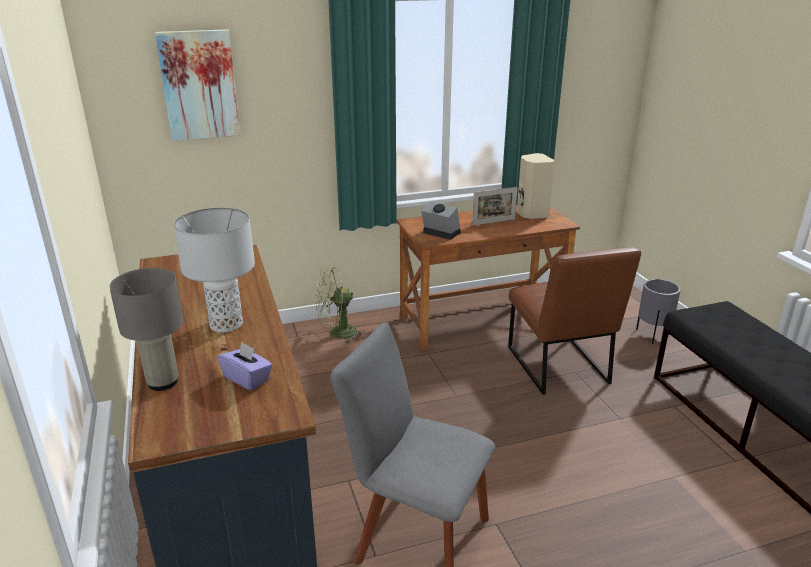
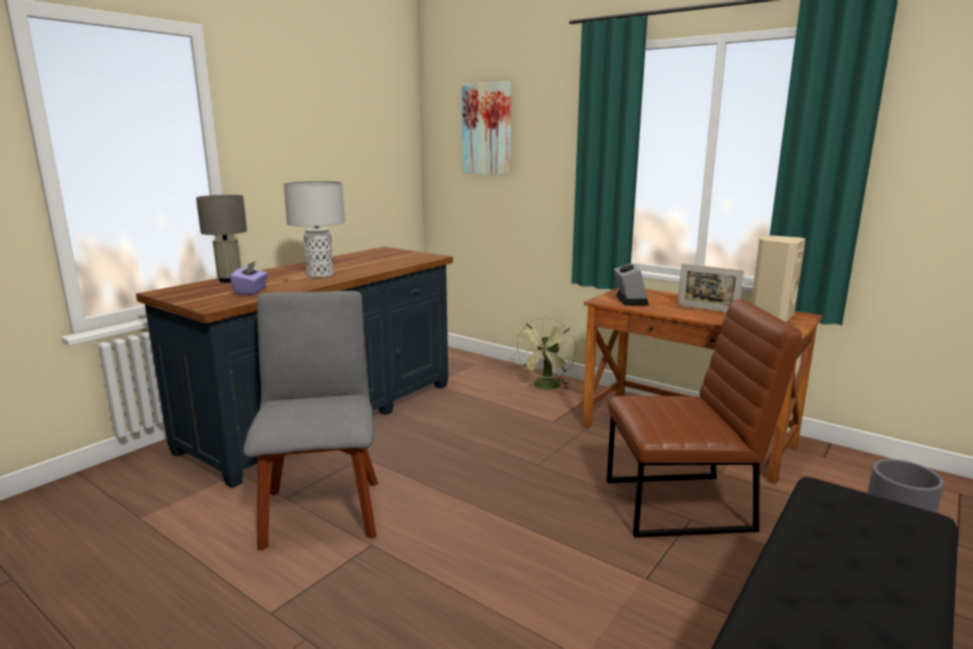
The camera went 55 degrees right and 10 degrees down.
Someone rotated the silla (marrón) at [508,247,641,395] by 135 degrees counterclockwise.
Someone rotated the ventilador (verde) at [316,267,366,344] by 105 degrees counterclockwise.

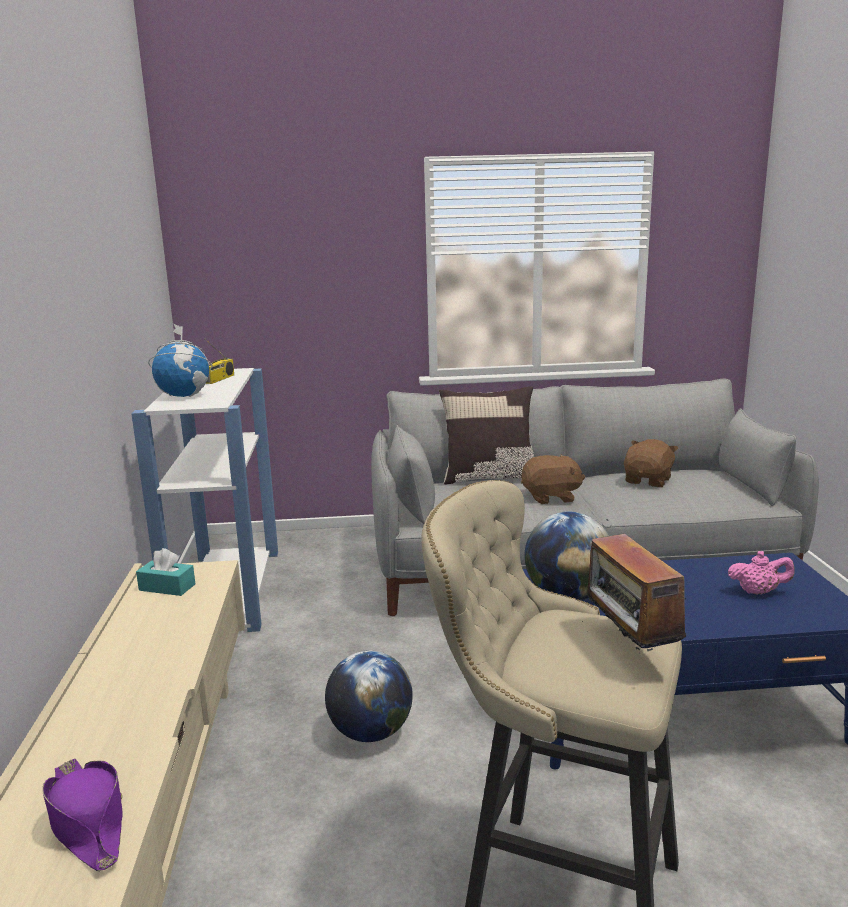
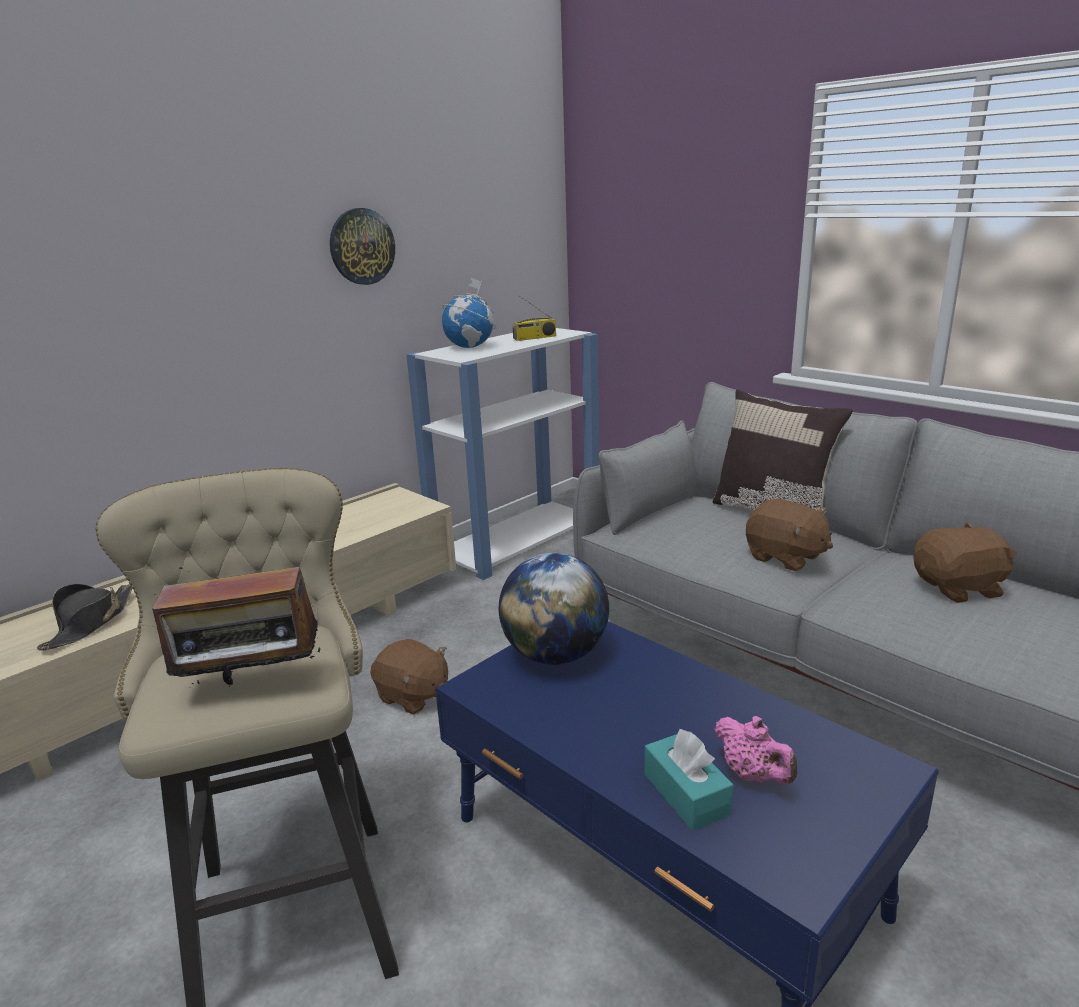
The camera went 50 degrees right and 5 degrees up.
Someone rotated the radio at [582,519,686,651] by 135 degrees counterclockwise.
Someone carried the caja de pañuelos (turquesa) from [136,548,195,596] to [644,729,734,831].
Someone swapped the globo terráqueo at [325,650,413,742] for the peluche (marrón) at [370,639,448,715].
Someone repainted the sombrero (morado) at [42,758,122,872], which became the sombrero (negro) at [37,584,132,651].
Someone put up the reloj de pared at [330,208,395,285].

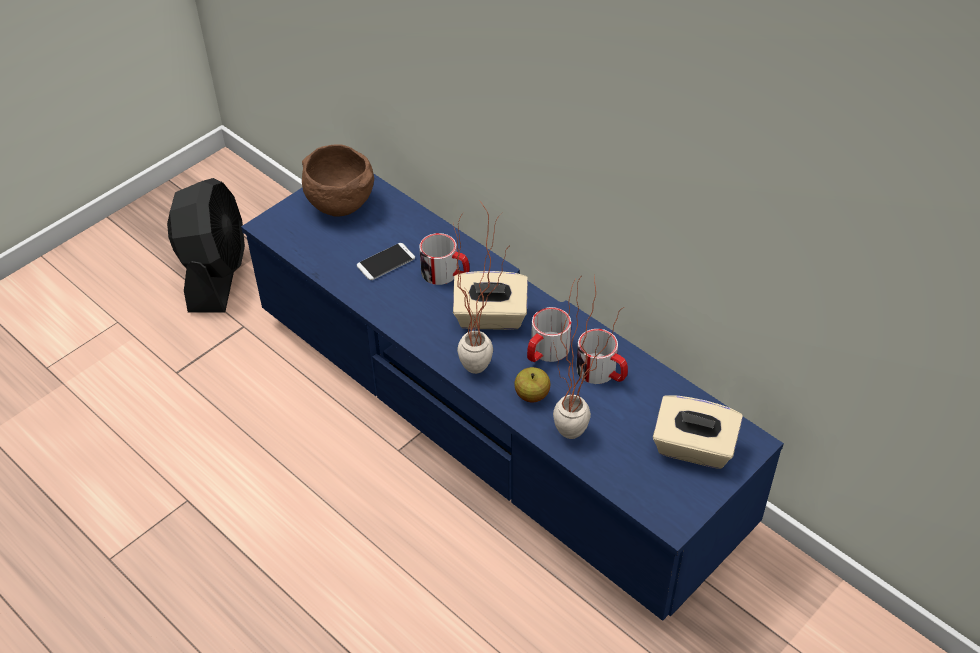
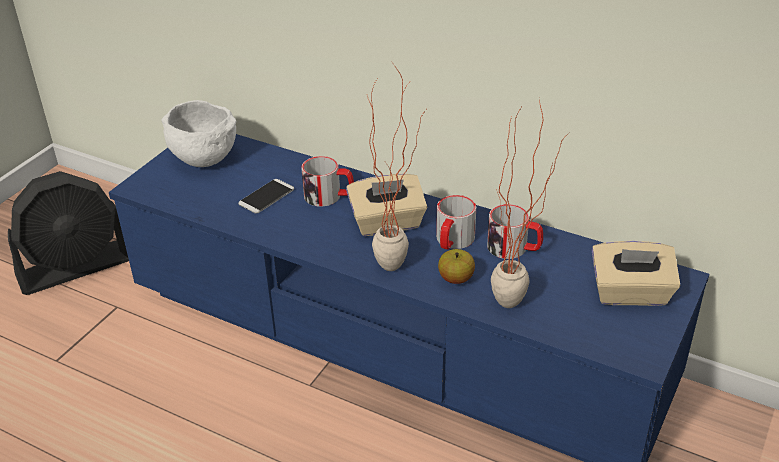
The camera went 15 degrees left and 10 degrees down.
Someone repainted the cuenco (marrón) at [302,144,374,217], which became the cuenco (blanco) at [161,100,236,167].
Someone rotated the ventilador (negro) at [167,178,245,313] by 75 degrees clockwise.

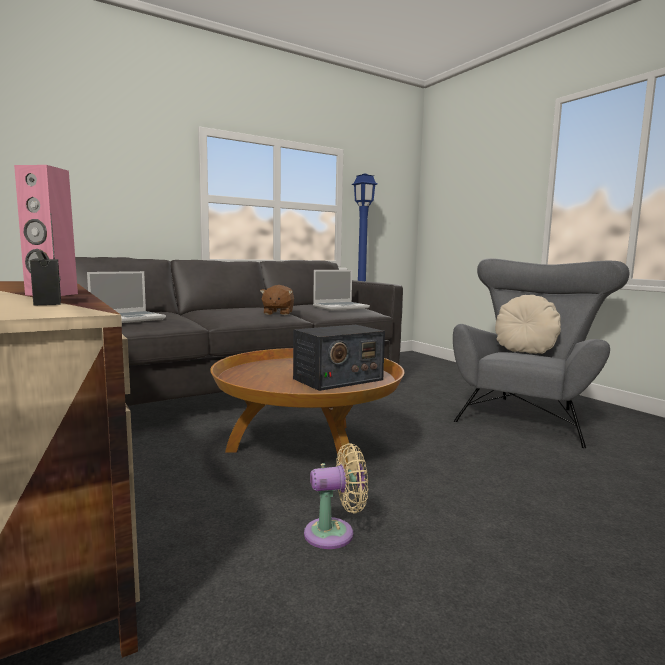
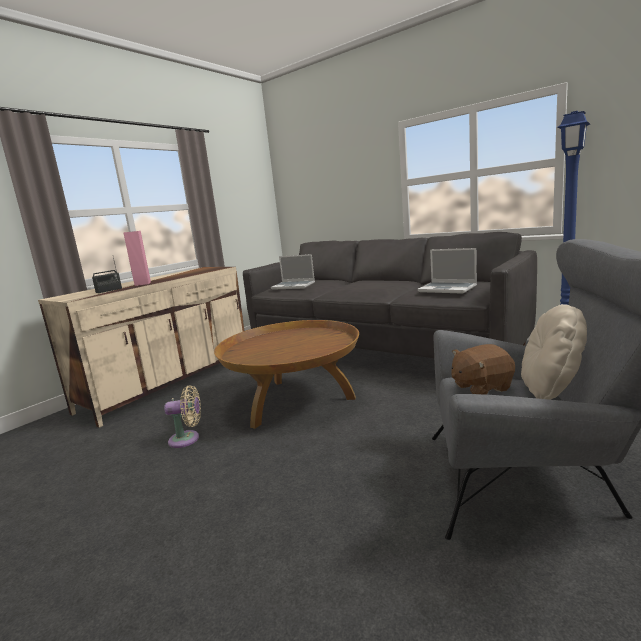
The camera went 70 degrees right and 5 degrees up.
Someone carried the peluche (marrón) from [260,285,294,315] to [451,344,515,395].
Someone took away the radio at [293,325,385,391].
Someone rotated the ventilador (beis) at [304,443,368,549] by 60 degrees counterclockwise.

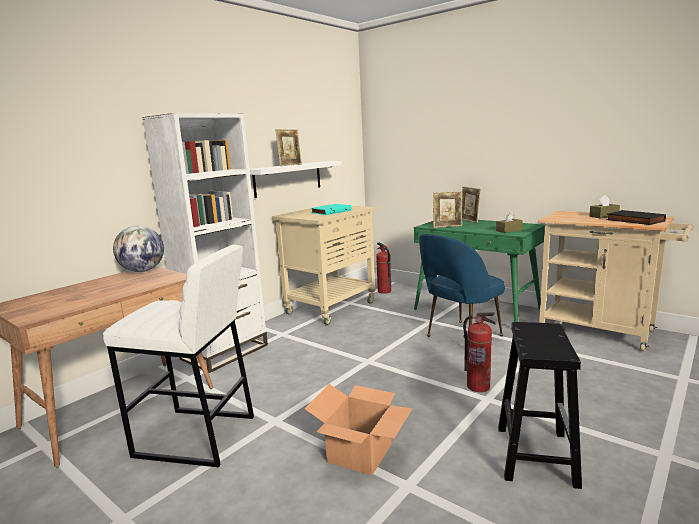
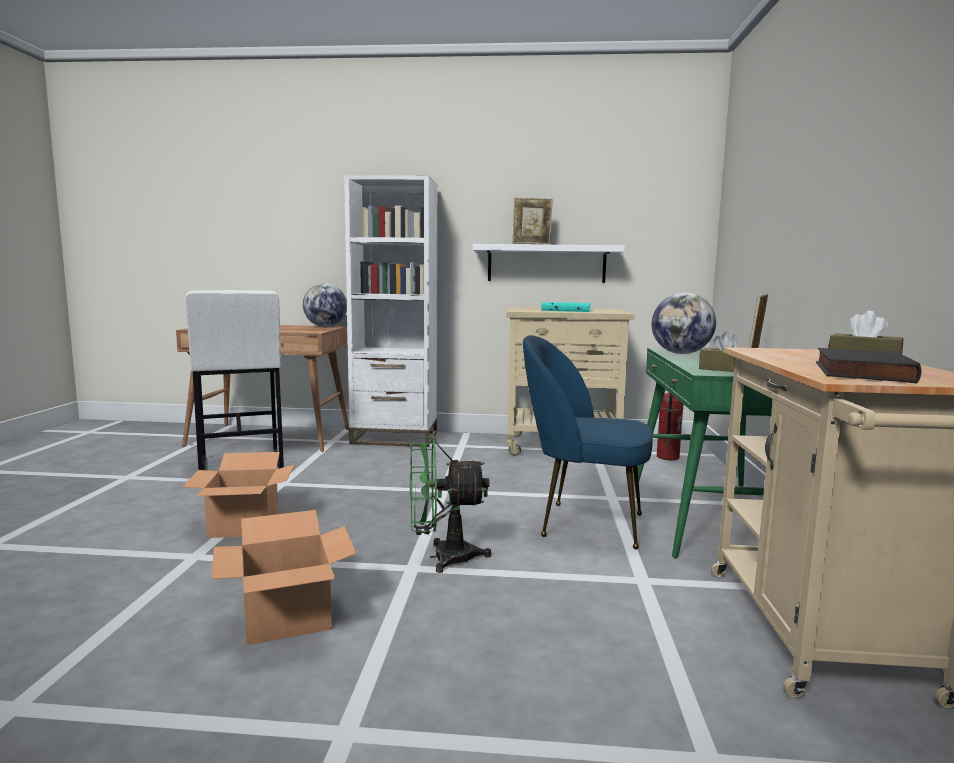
The camera went 55 degrees right and 5 degrees down.
Someone swapped the portarretratos at [433,191,462,228] for the globo terráqueo at [652,292,716,354].
Someone swapped the extintor at [463,312,496,392] for the ventilador (verde) at [410,437,491,573].
Someone swapped the taburete (negro) at [498,322,582,489] for the caja de cartón at [211,510,356,645].

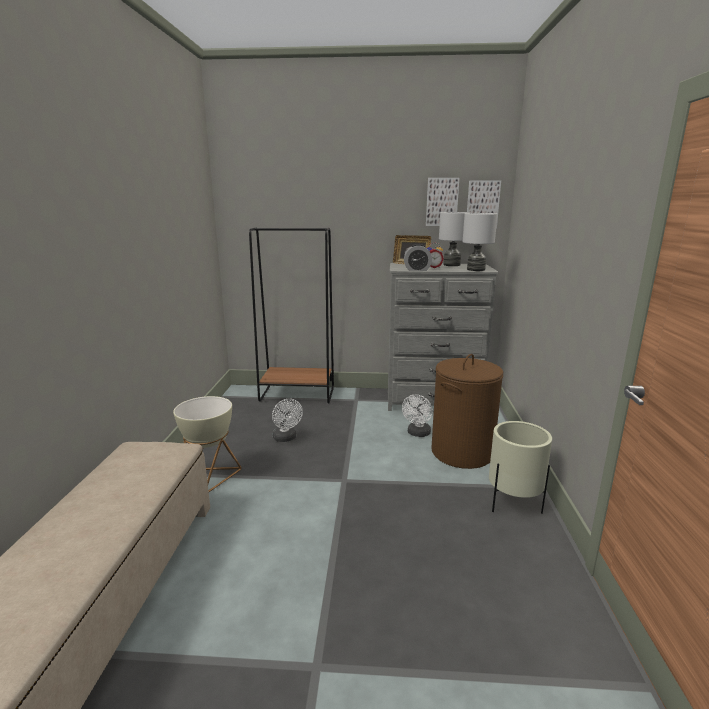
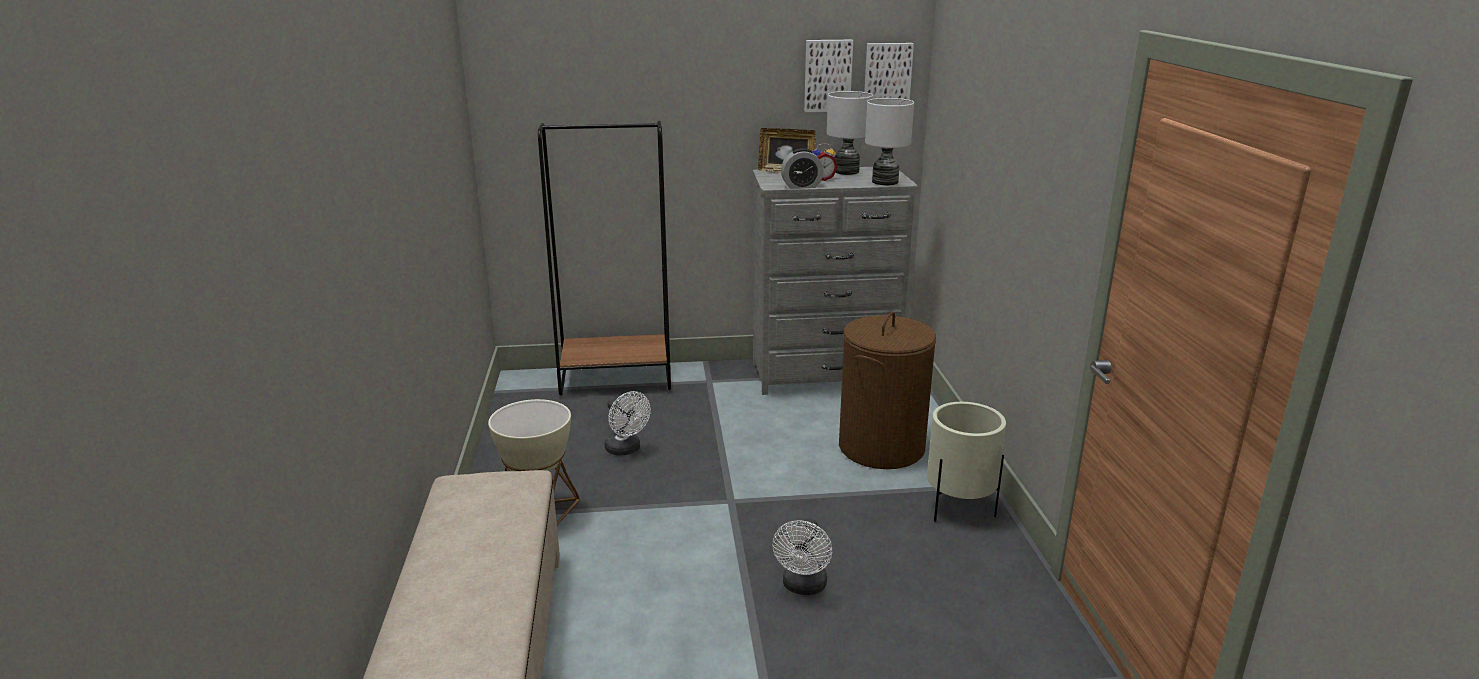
The camera went 10 degrees left and 5 degrees up.
Someone carried the ventilador (blanco) from [402,395,433,437] to [772,518,832,595].

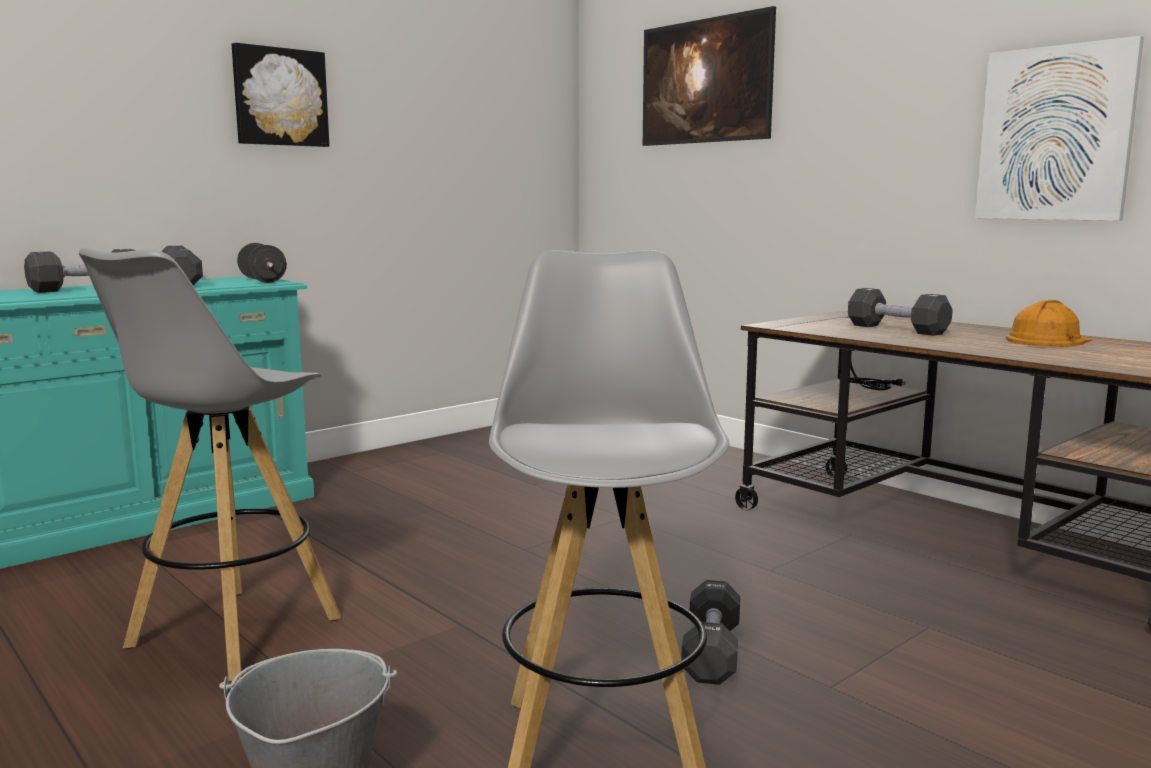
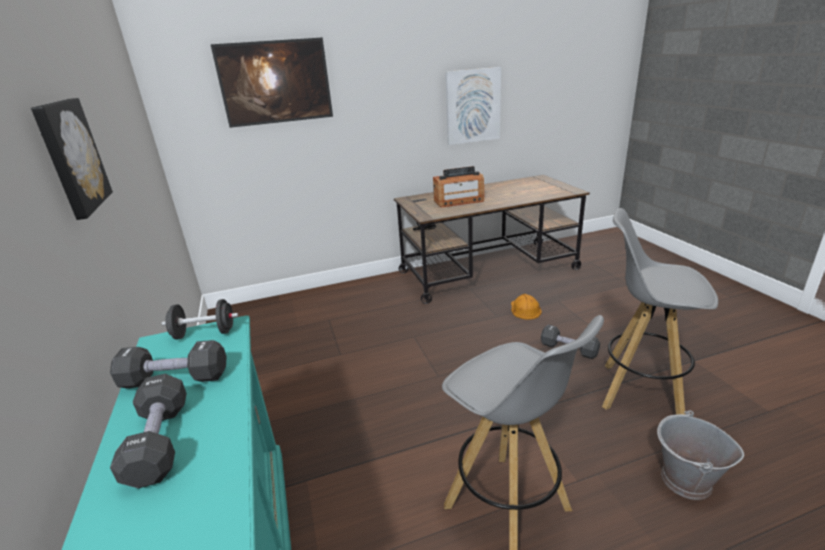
The camera went 65 degrees left and 15 degrees up.
Someone swapped the mancuerna (negro) at [848,288,953,336] for the radio at [433,166,484,208].
Someone carried the casco (naranja) from [1006,300,1092,347] to [511,294,542,320].

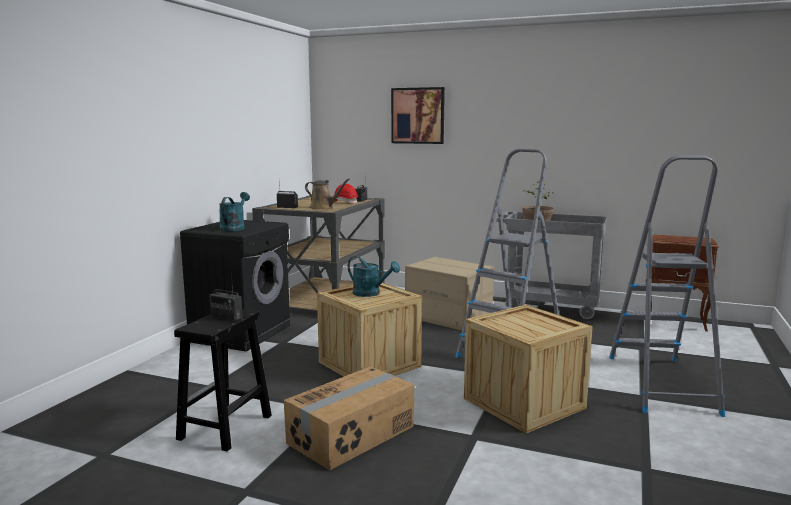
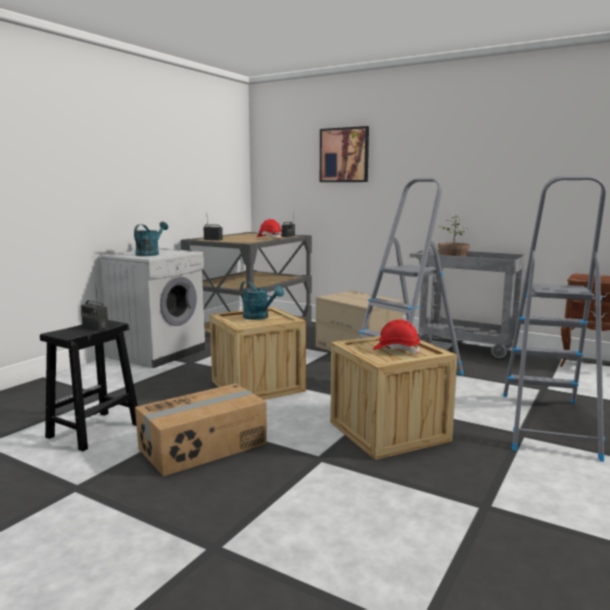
The camera went 10 degrees right and 0 degrees up.
Someone took away the regadera (marrón) at [305,179,350,210].
Someone repainted the lavadora (negro) at [180,220,290,352], which became the lavadora (blanco) at [101,248,205,368].
Someone put down the casco (rojo) at [373,319,420,353].

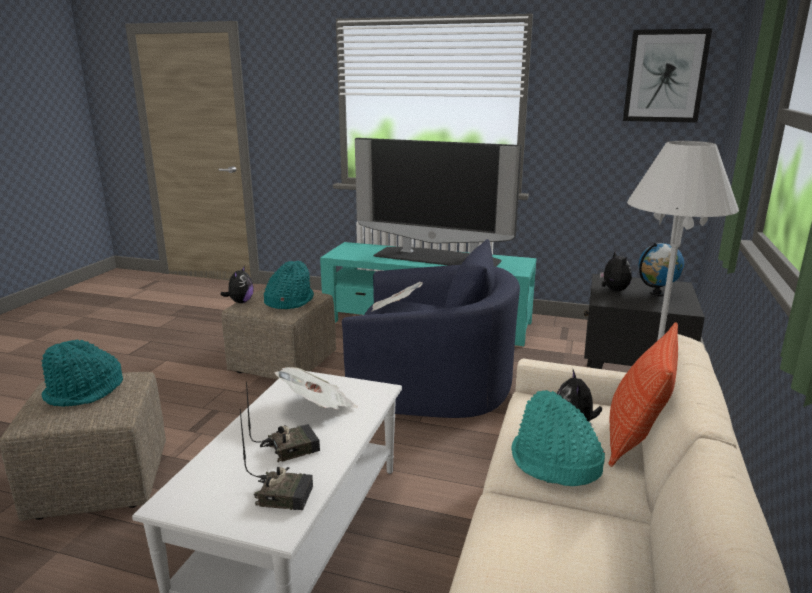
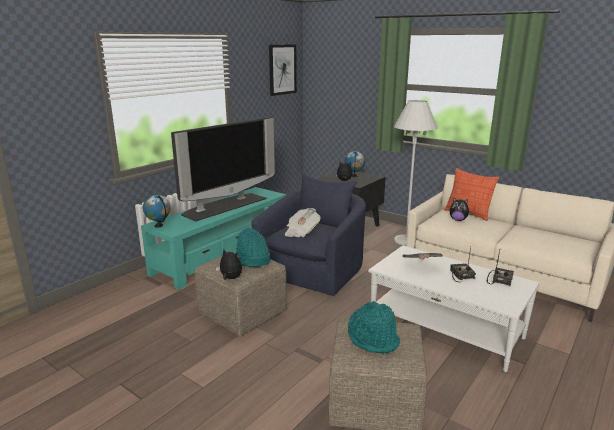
The camera went 70 degrees left and 0 degrees up.
Someone took away the sombrero (turquesa) at [511,390,605,486].
Someone put down the globo terráqueo at [143,195,171,228].

